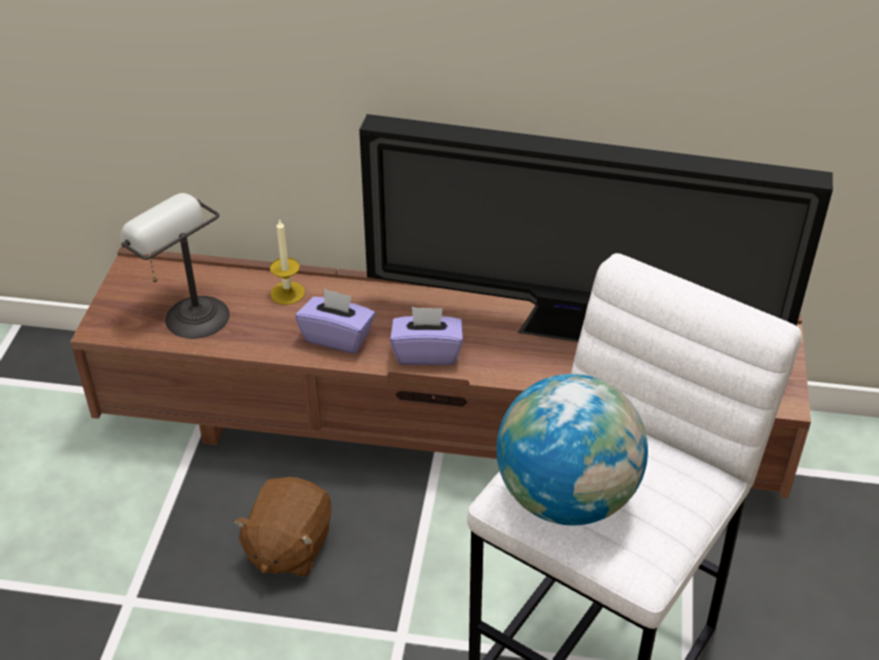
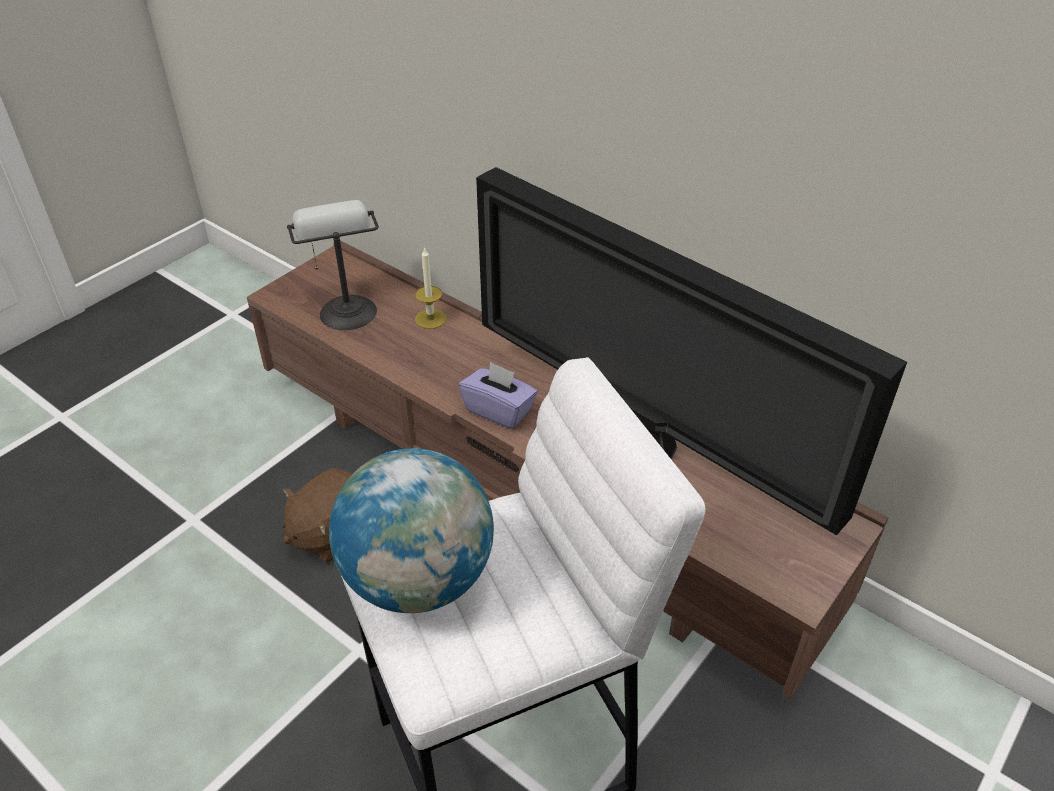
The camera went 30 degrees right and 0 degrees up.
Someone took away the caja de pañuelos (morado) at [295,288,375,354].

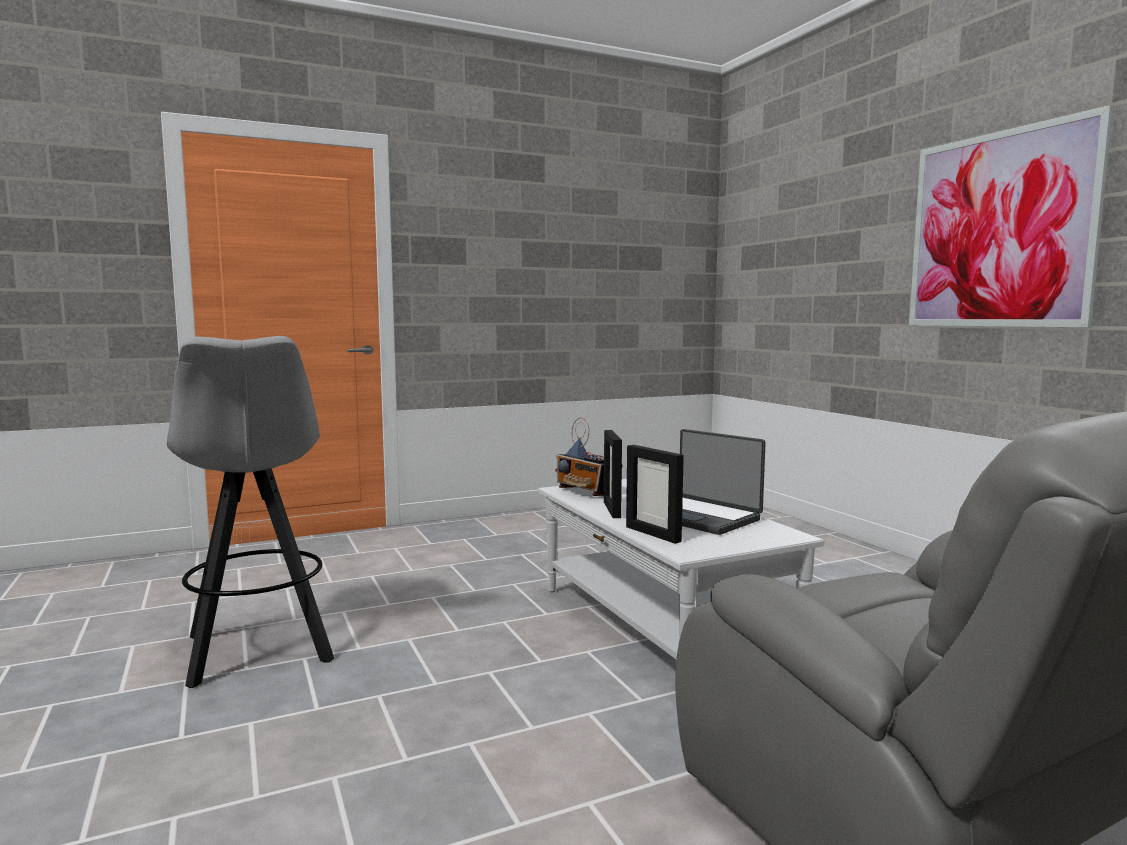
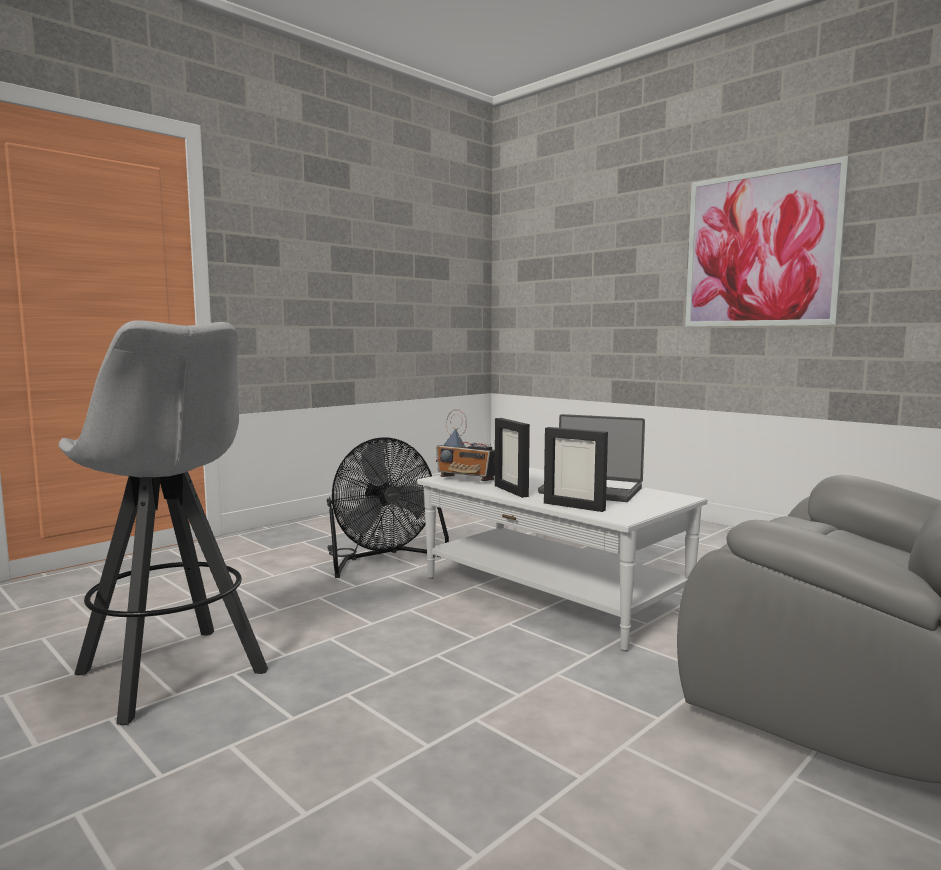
The camera went 20 degrees left and 0 degrees up.
Someone put down the ventilador (negro) at [327,437,449,578].

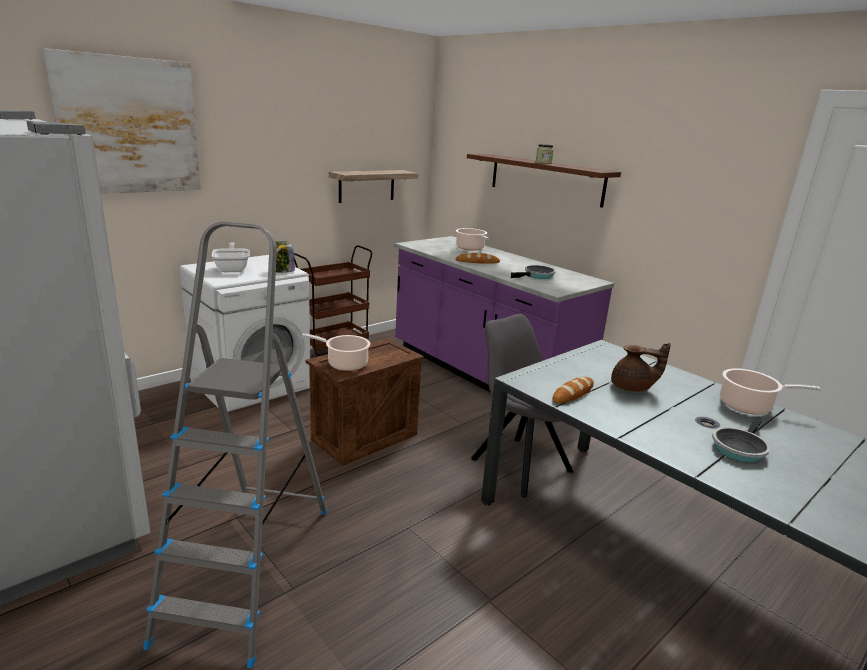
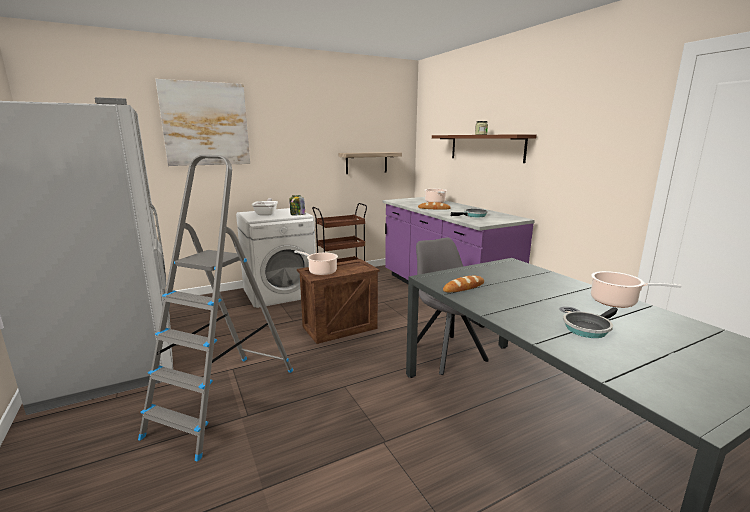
The camera went 15 degrees right and 5 degrees down.
Someone took away the tetera (marrón) at [611,343,671,392].

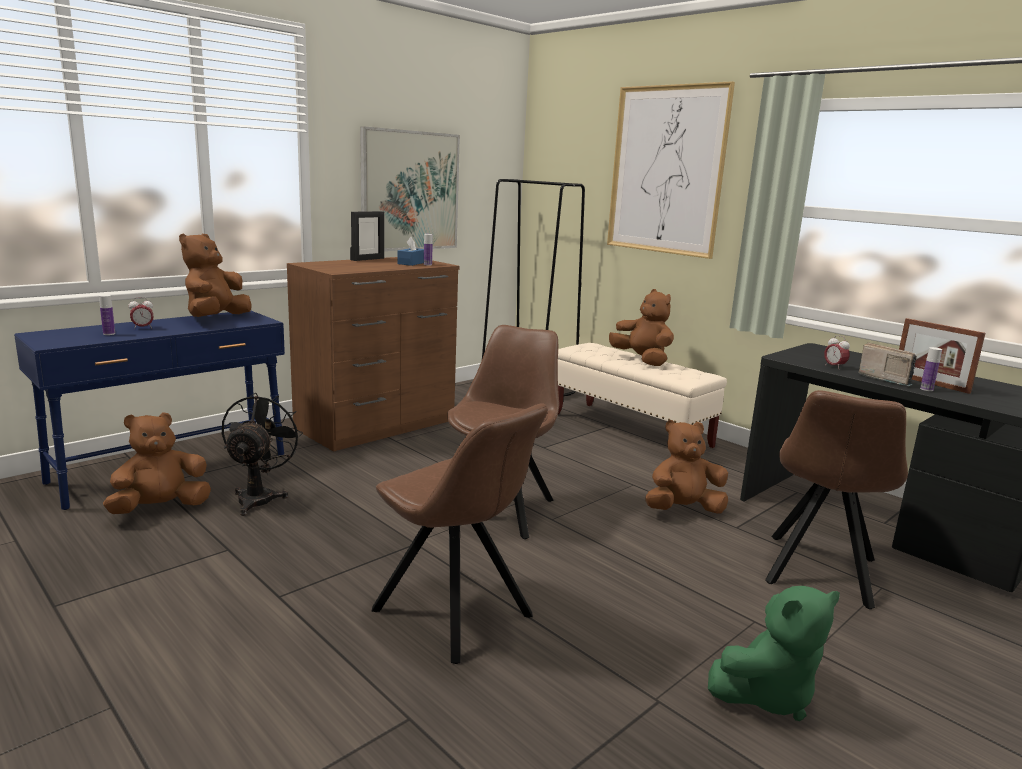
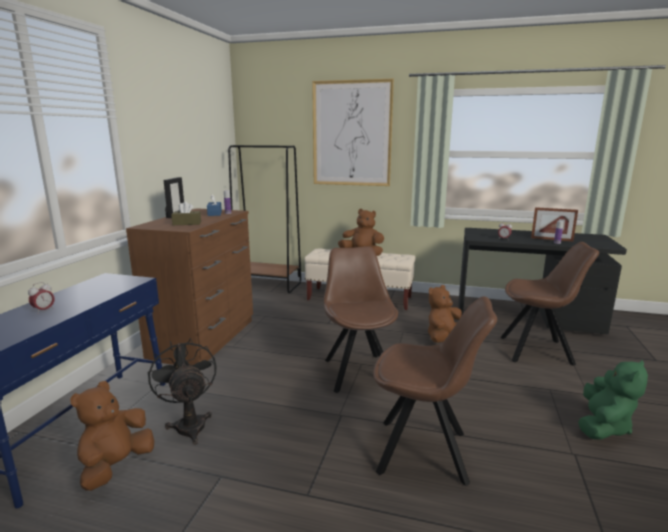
The camera went 30 degrees left and 0 degrees up.
Someone took away the cuadro at [360,126,460,251].
Someone took away the peluche (marrón) at [179,234,252,317].
Someone took away the botella at [99,295,115,335].
Someone took away the radio at [858,343,917,386].
Someone rotated the silla (marrón) at [765,390,908,609] by 75 degrees counterclockwise.
Someone put down the caja de pañuelos (marrón) at [171,201,201,225].

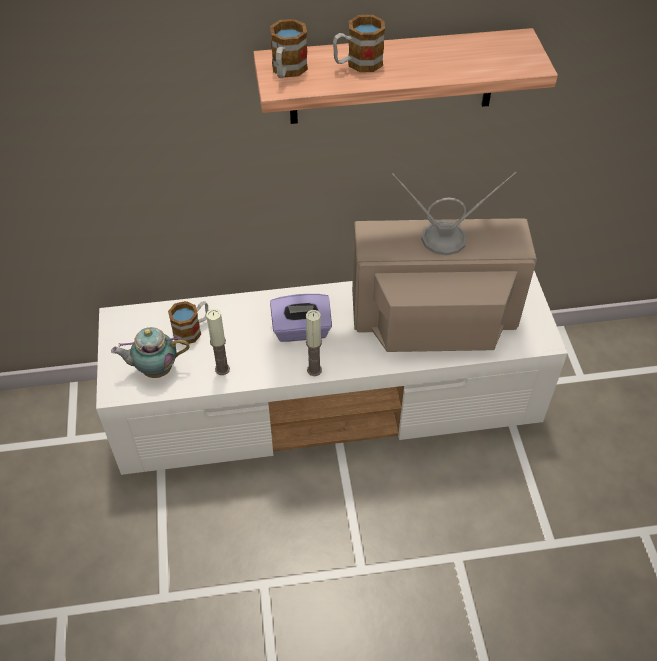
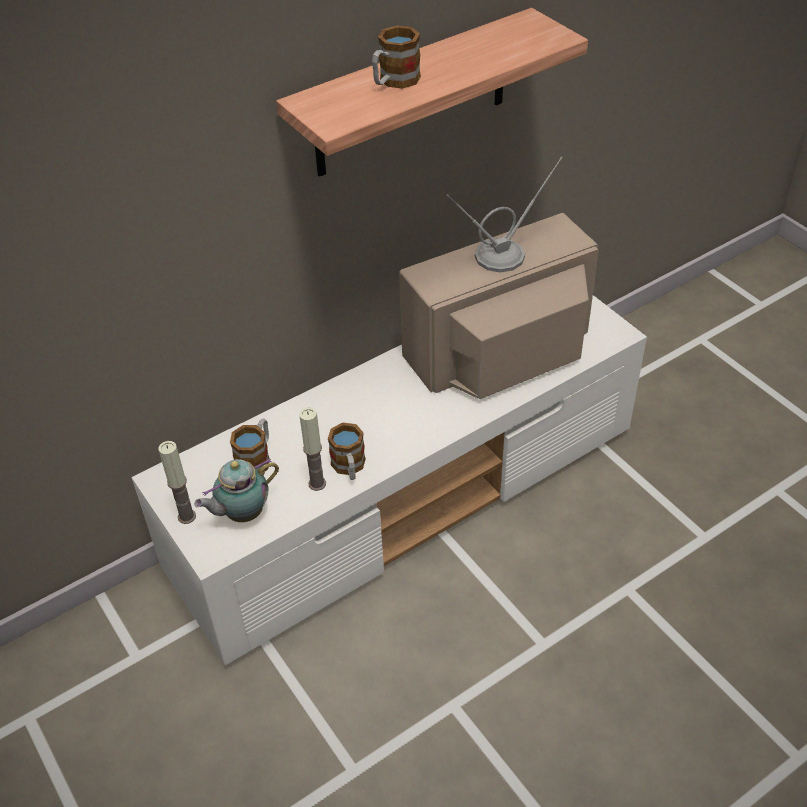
The camera went 25 degrees left and 5 degrees down.
Someone carried the taza grande from [270,19,308,78] to [328,423,366,480].
Someone took away the caja de pañuelos (morado) at [270,294,332,342].
Someone carried the vela from [306,310,322,376] to [158,441,196,524].

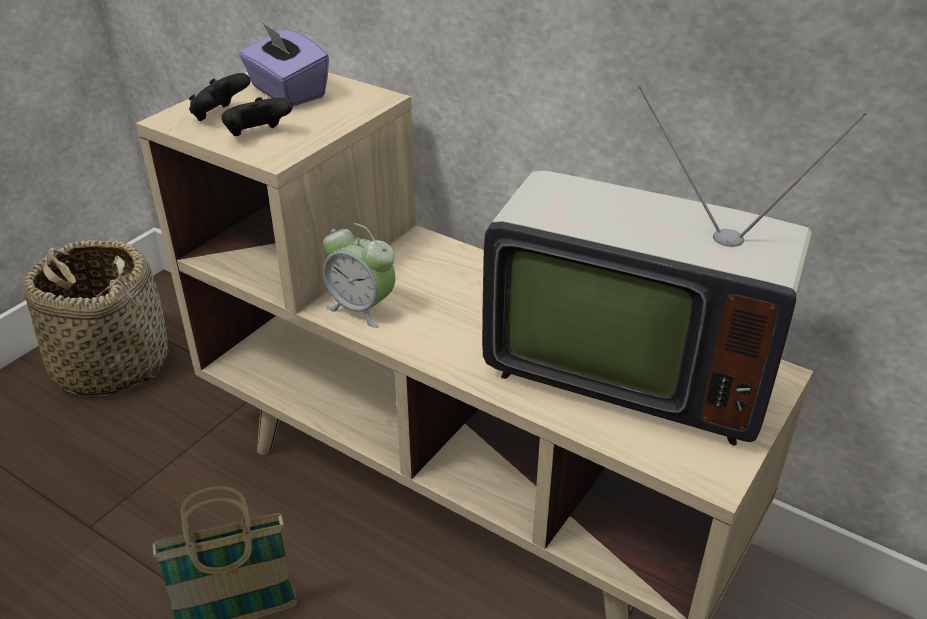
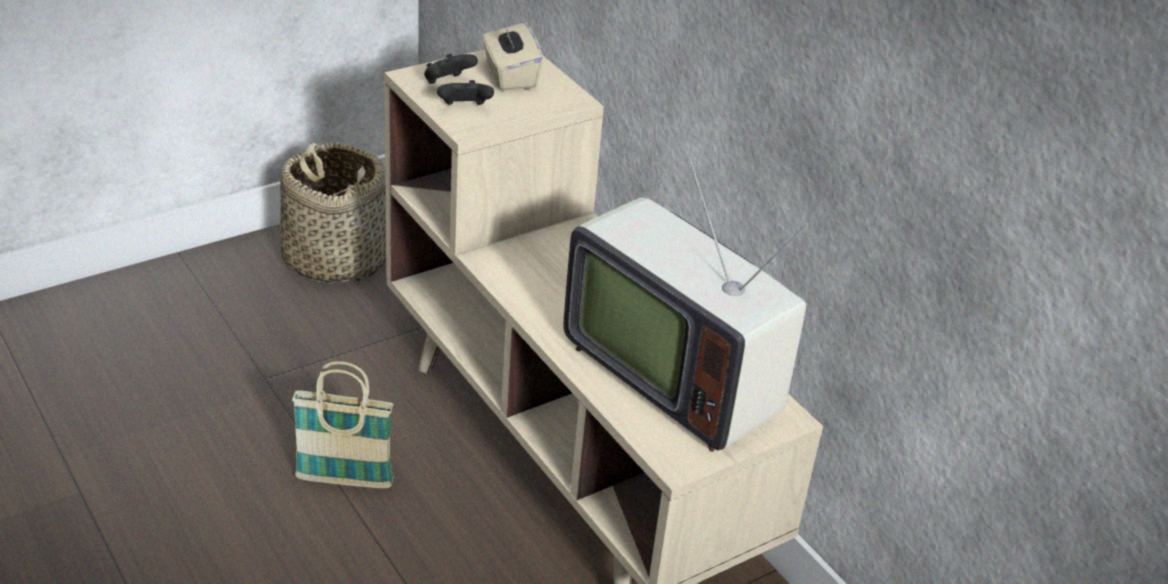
The camera went 20 degrees right and 0 degrees up.
Someone repainted the caja de pañuelos (morado) at [239,22,329,106], which became the caja de pañuelos (beis) at [482,20,543,91].
Someone took away the despertador at [323,223,395,328].

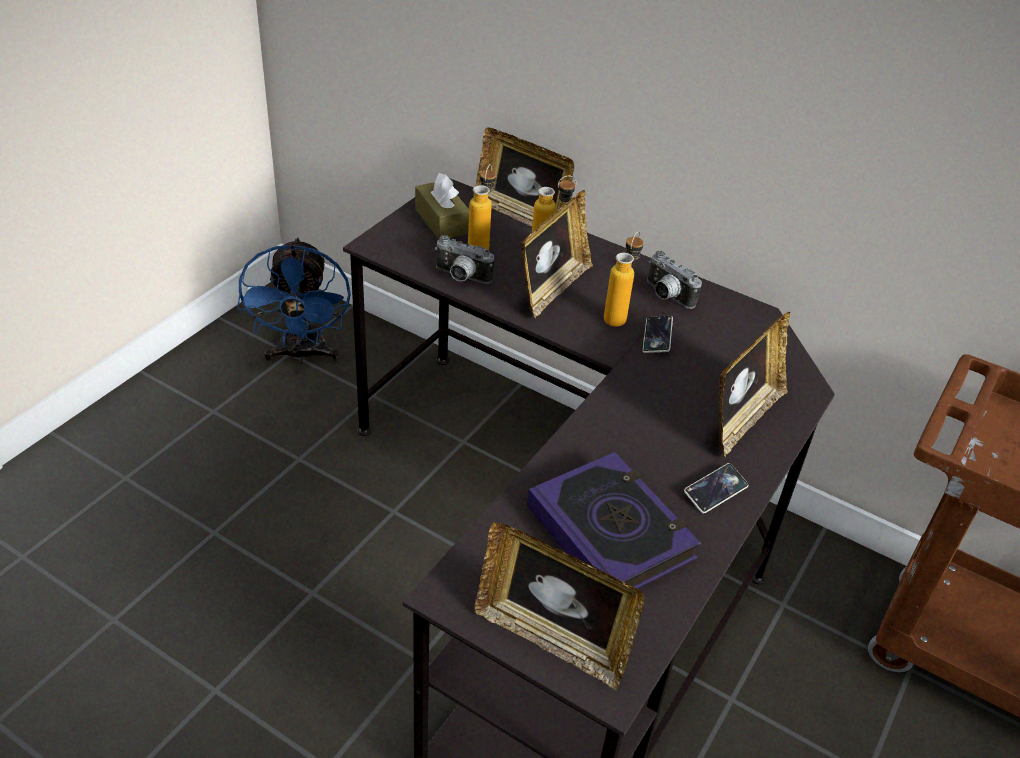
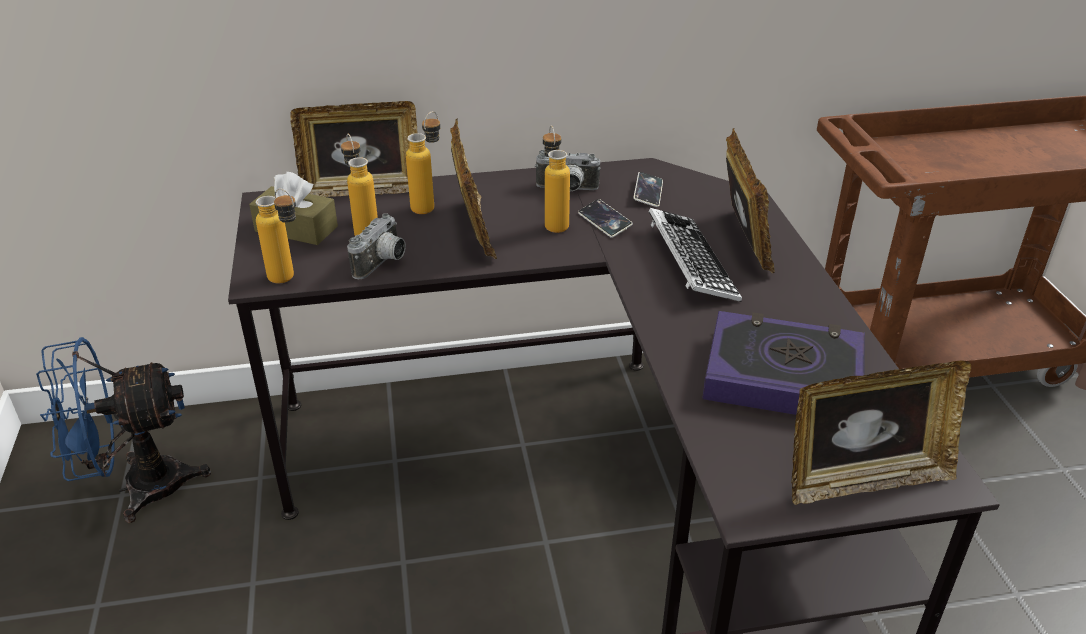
The camera went 40 degrees left and 5 degrees down.
Someone rotated the cámara at [435,235,494,284] by 45 degrees counterclockwise.
Someone rotated the ventilador (azul) at [237,237,351,364] by 120 degrees clockwise.
Someone carried the móvil from [684,463,749,514] to [633,172,663,207].
Someone put down the botella at [256,188,296,284].
Someone put down the teclado at [648,208,742,302].

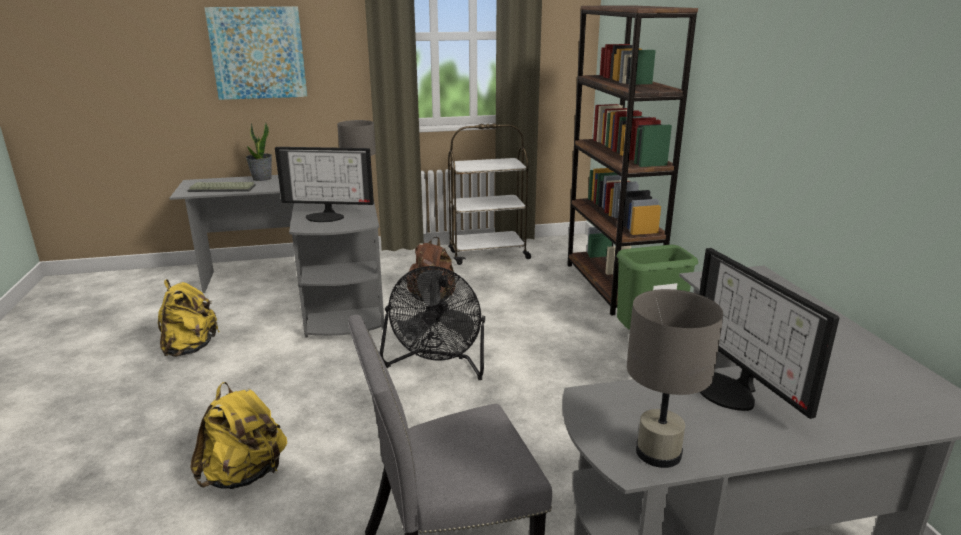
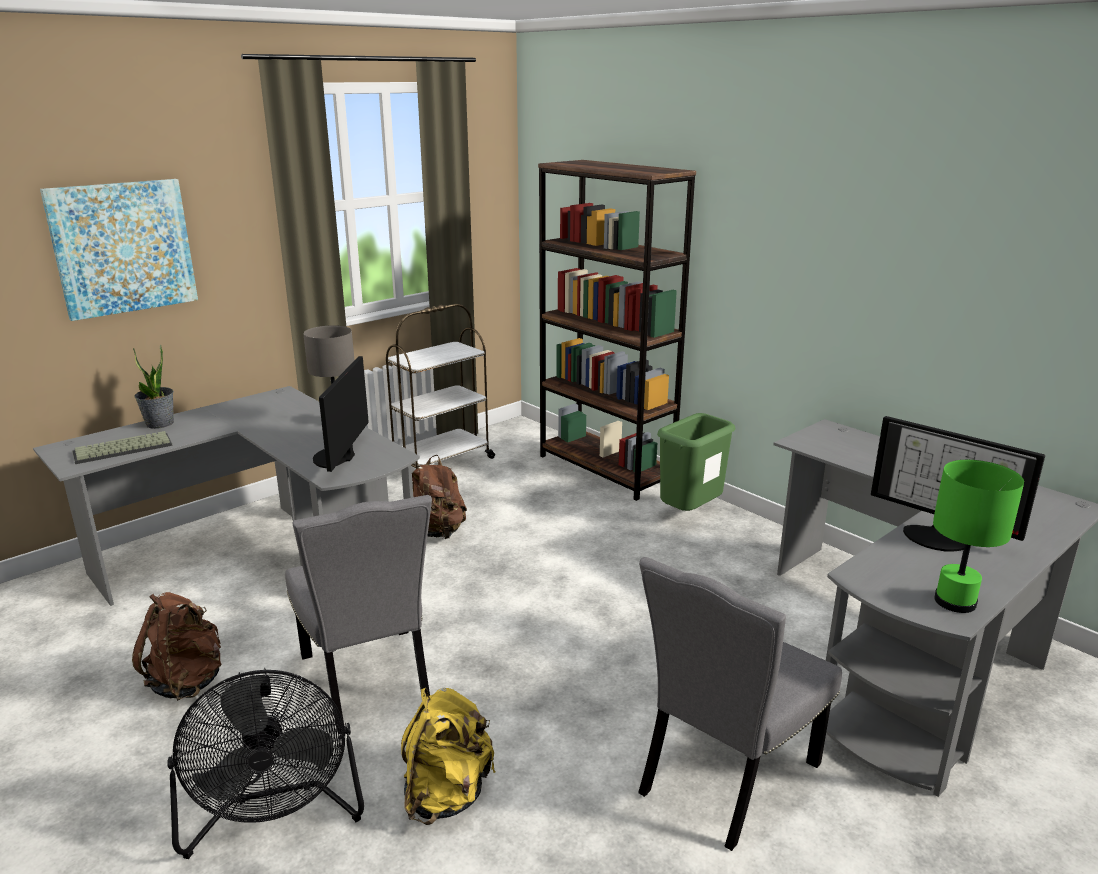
The camera went 30 degrees left and 0 degrees up.
Someone rotated the monitor at [275,147,374,222] by 120 degrees clockwise.
Someone carried the ventilador (negro) from [380,266,485,380] to [167,668,364,859].
Someone repainted the mochila (amarillo) at [158,279,220,357], which became the mochila (marrón) at [132,592,222,701].
Someone repainted the lámpara de mesa (gris) at [627,289,723,468], which became the lámpara de mesa (verde) at [933,460,1024,613].
Someone put down the silla (gris) at [285,495,432,734].

